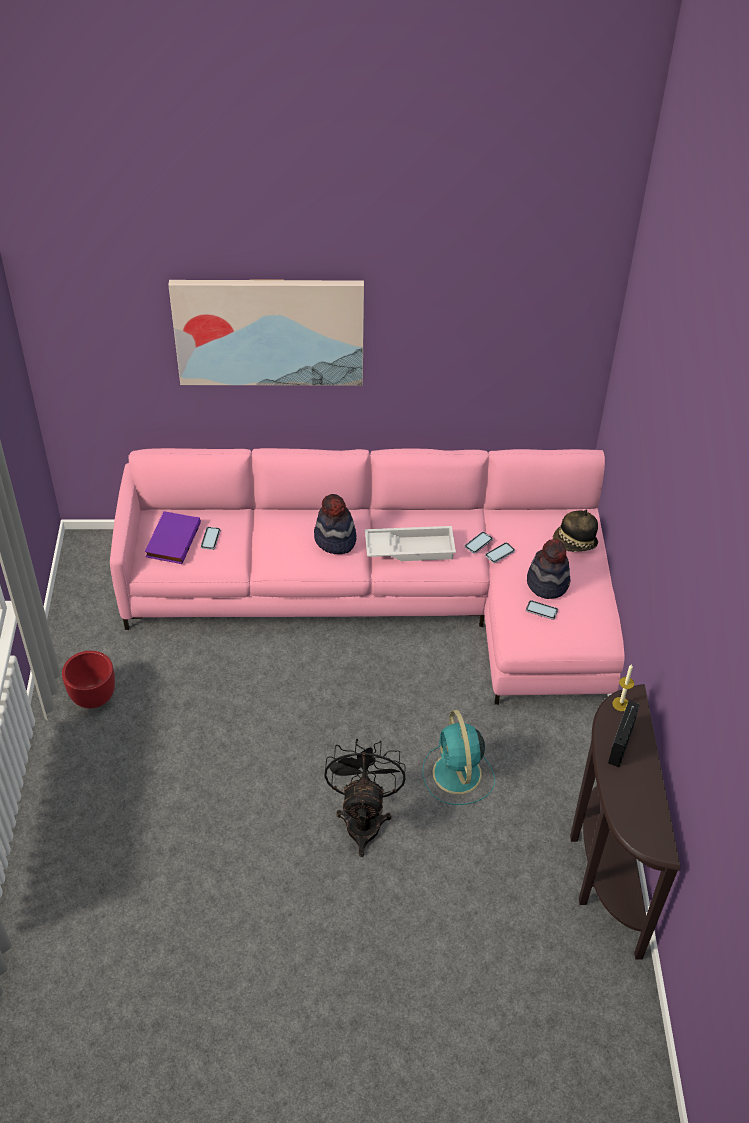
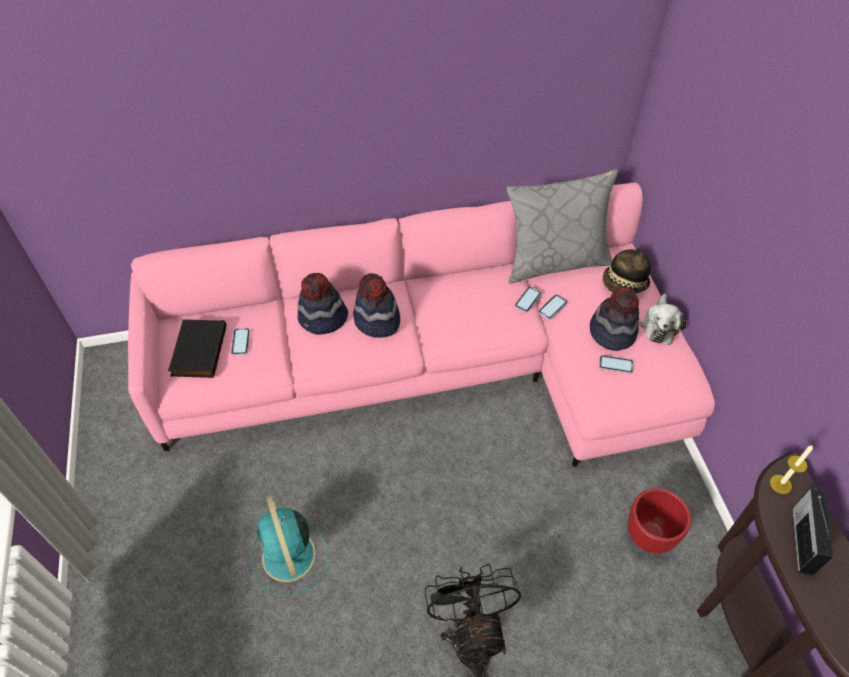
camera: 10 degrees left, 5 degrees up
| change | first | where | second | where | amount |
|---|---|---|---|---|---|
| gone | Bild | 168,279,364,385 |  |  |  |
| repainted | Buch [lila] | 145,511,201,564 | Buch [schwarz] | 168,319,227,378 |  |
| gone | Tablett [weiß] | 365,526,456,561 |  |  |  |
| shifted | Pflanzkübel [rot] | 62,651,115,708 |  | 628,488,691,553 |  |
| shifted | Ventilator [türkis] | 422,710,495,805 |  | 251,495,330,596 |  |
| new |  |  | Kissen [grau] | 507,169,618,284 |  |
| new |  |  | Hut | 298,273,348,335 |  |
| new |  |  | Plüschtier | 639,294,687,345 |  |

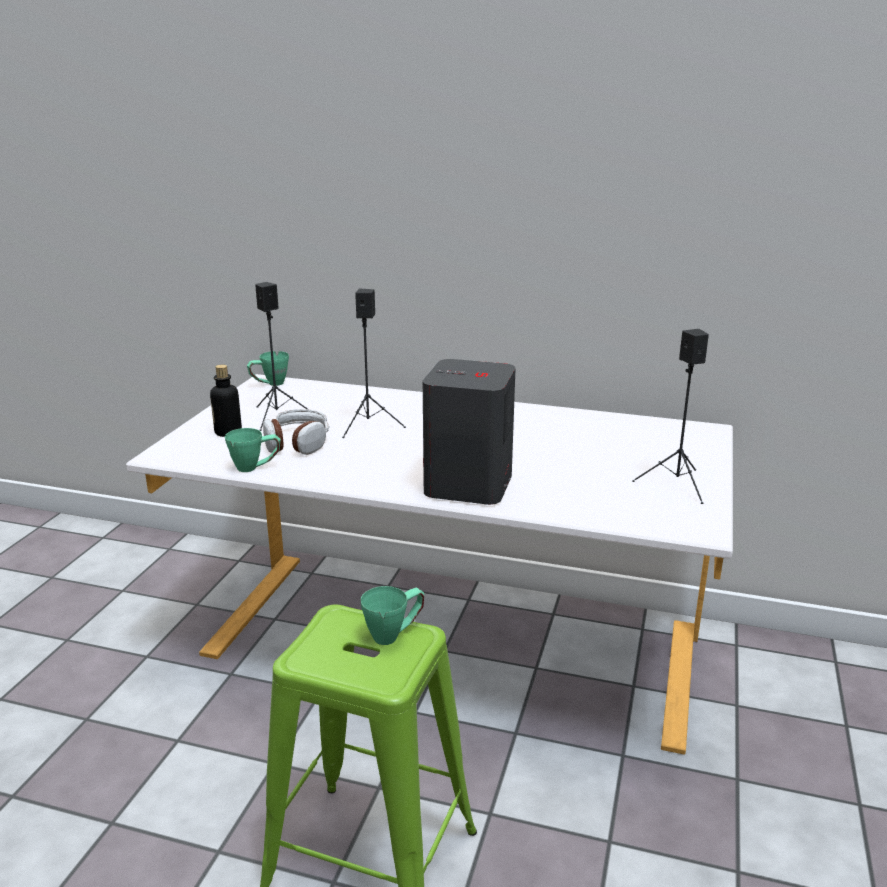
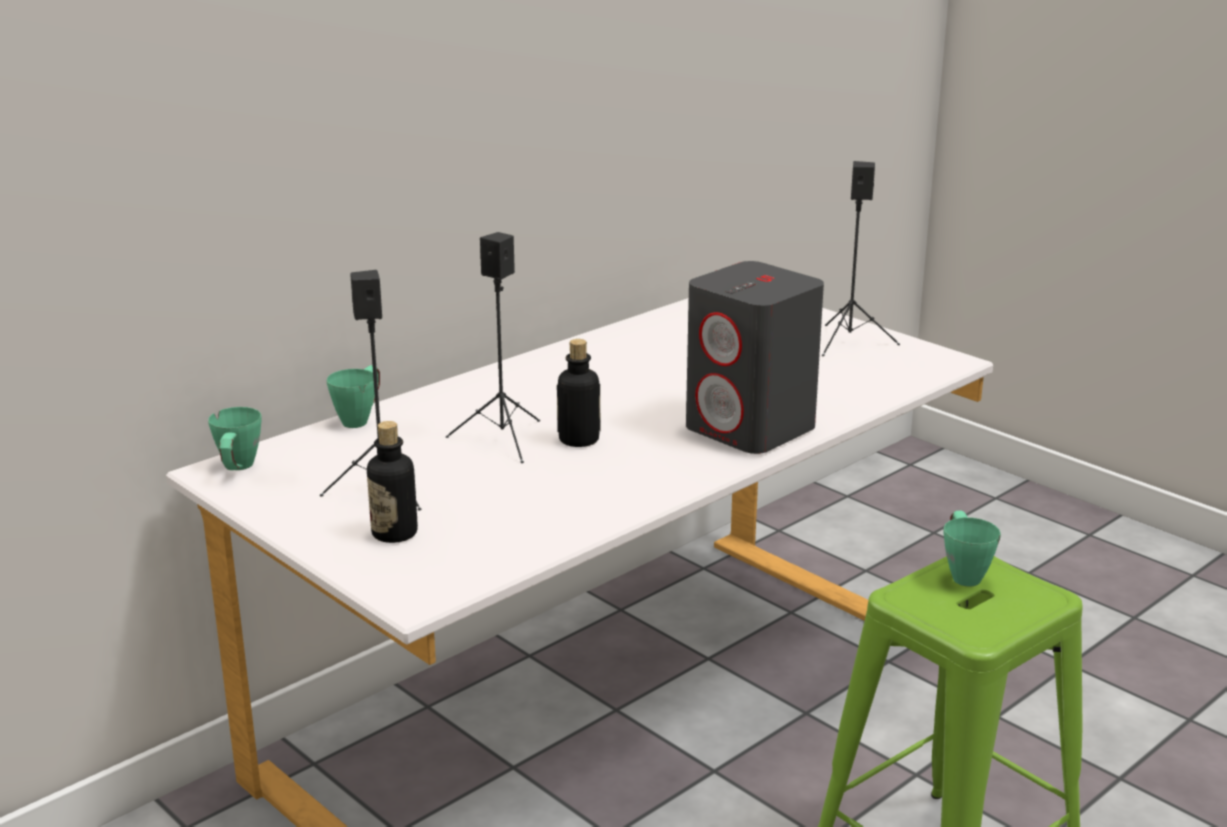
camera: 60 degrees left, 0 degrees up
| change | first | where | second | where | amount |
|---|---|---|---|---|---|
| gone | Kopfhörer | 263,409,330,455 |  |  |  |
| shifted | Henkelbecher [grün] | 225,428,281,472 |  | 327,365,380,428 |  |
| new |  |  | Flasche | 557,339,600,447 |  |

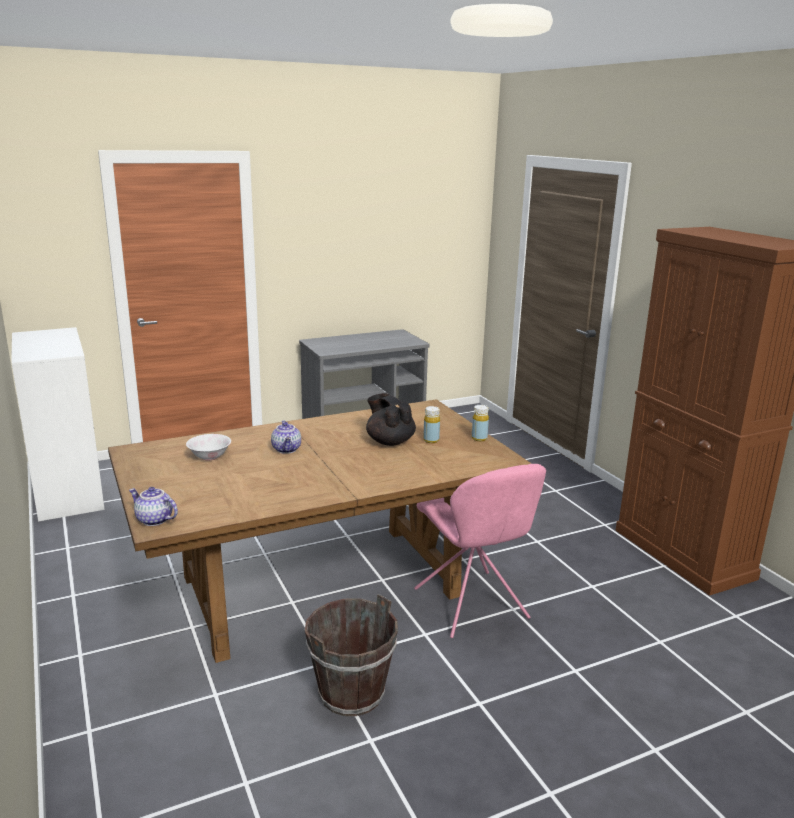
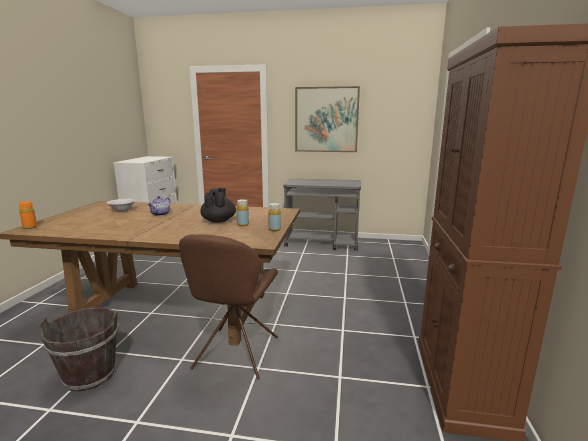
camera: 35 degrees right, 5 degrees down
| change | first | where | second | where | amount |
|---|---|---|---|---|---|
| repainted | Stuhl [rosa] | 414,464,546,638 | Stuhl [braun] | 179,234,278,379 |  |
| swapped | Teekanne | 129,487,178,526 | Flasche [orange] | 19,201,37,229 |  |
| new |  |  | Bild | 295,86,360,152 |  |

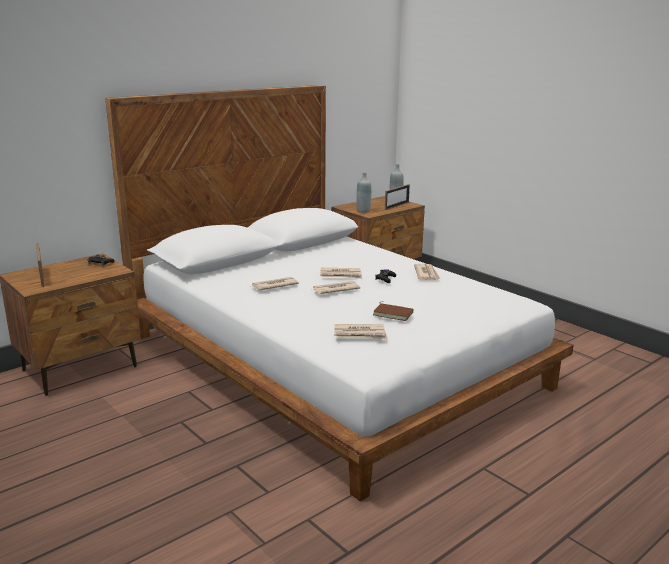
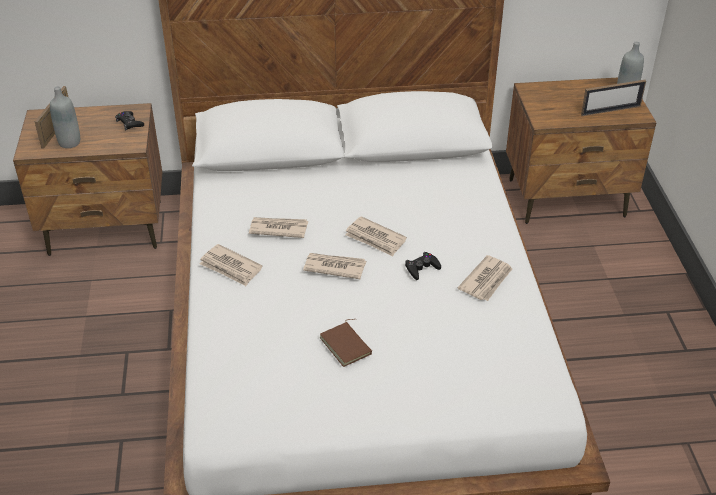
camera: 35 degrees right, 20 degrees up
| change | first | where | second | where | amount |
|---|---|---|---|---|---|
| shifted | Flasche [grau] | 356,172,371,213 |  | 50,87,80,148 |  |
| shifted | Zeitung | 334,324,387,339 |  | 200,244,262,286 |  |

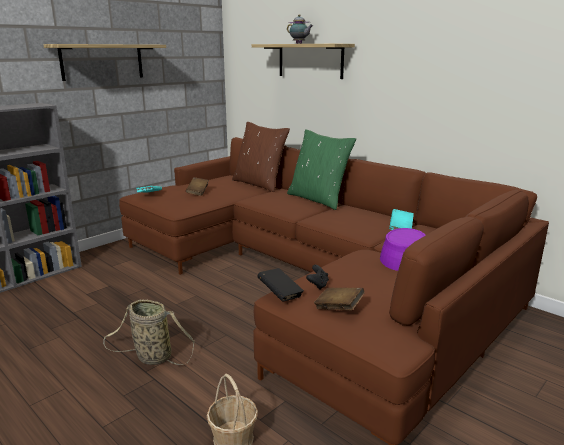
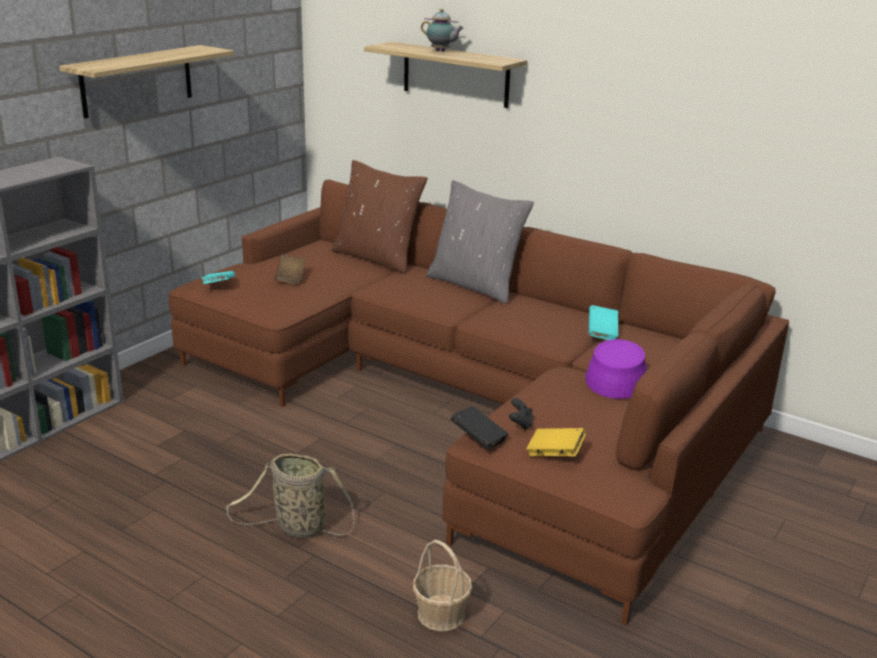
camera: 10 degrees left, 5 degrees up
| change | first | where | second | where | amount |
|---|---|---|---|---|---|
| repainted | Kissen [grün] | 287,129,356,210 | Kissen [grau] | 427,180,534,304 |  |
| repainted | Buch [braun] | 314,288,365,310 | Buch [gelb] | 527,428,586,456 |  |

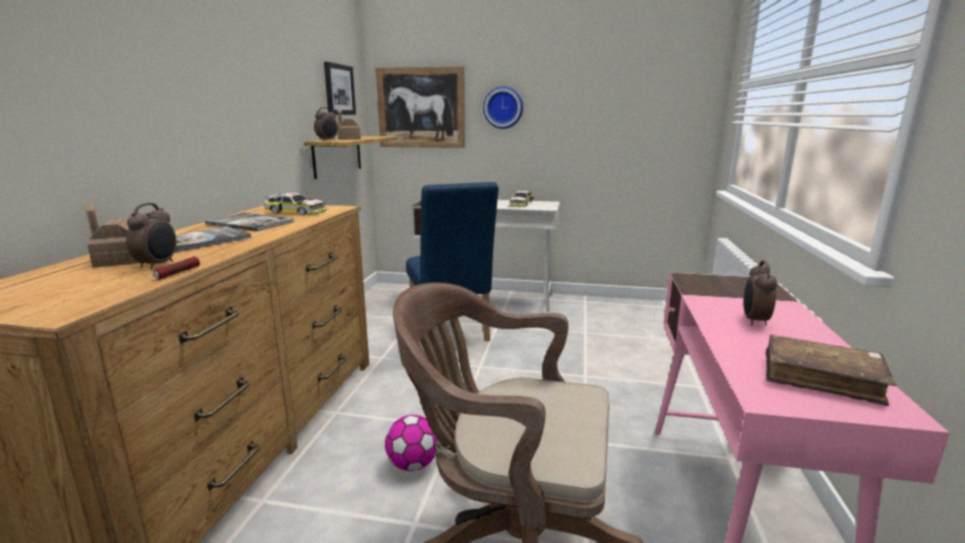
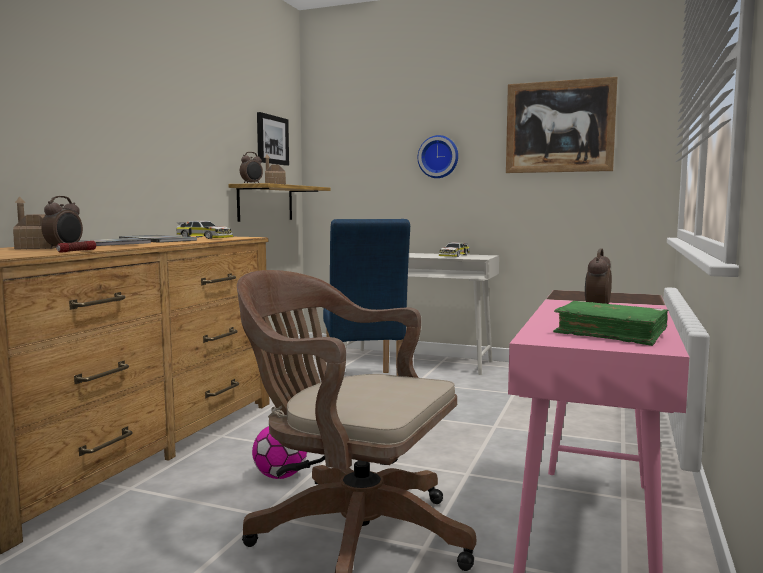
camera: 10 degrees right, 10 degrees down
| change | first | where | second | where | amount |
|---|---|---|---|---|---|
| shifted | Bild | 375,66,465,148 |  | 506,77,617,173 |  |
| repainted | Buch [braun] | 766,335,896,406 | Buch [grün] | 553,301,668,346 |  |

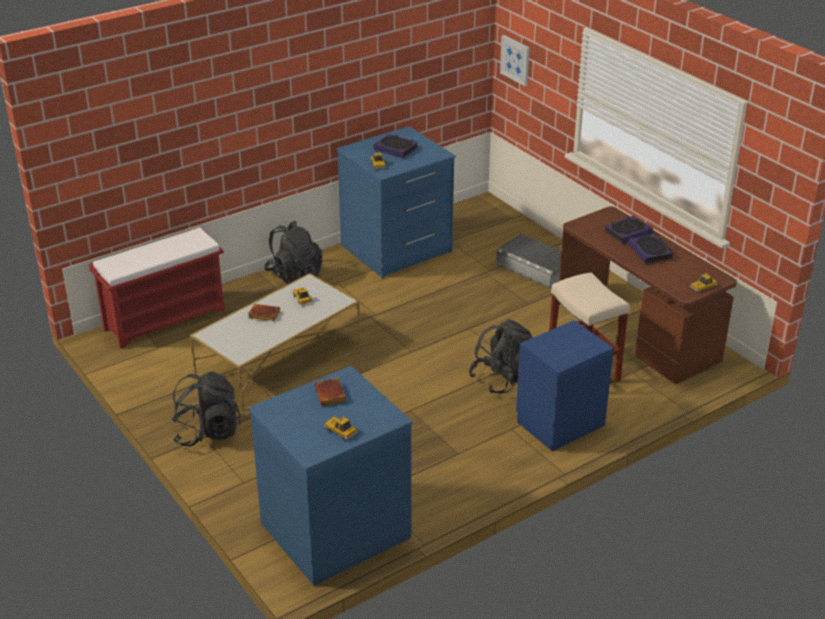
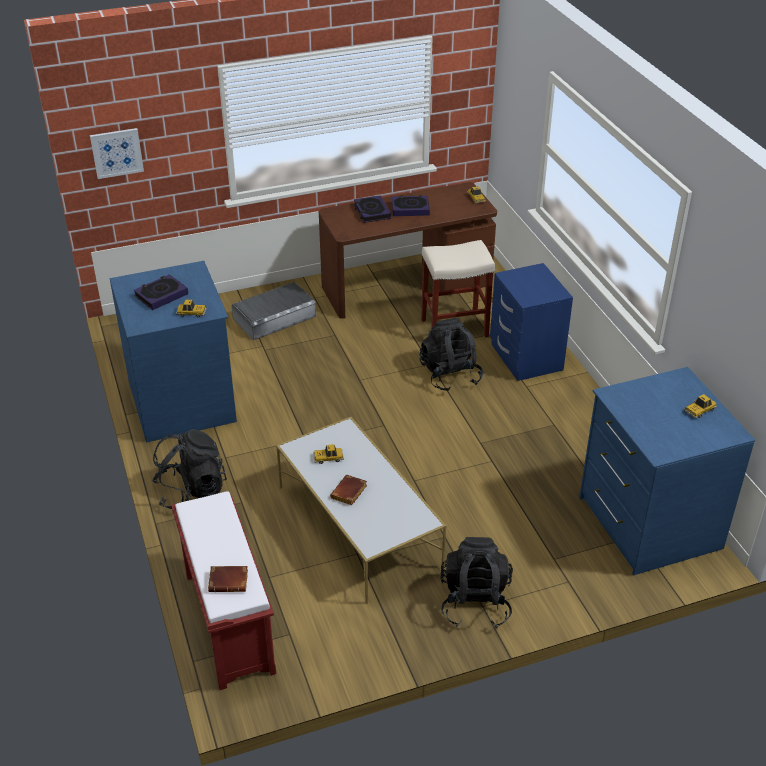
camera: 75 degrees left, 5 degrees up
| change | first | where | second | where | amount |
|---|---|---|---|---|---|
| shifted | Buch [braun] | 314,377,346,406 |  | 208,566,248,592 |  |

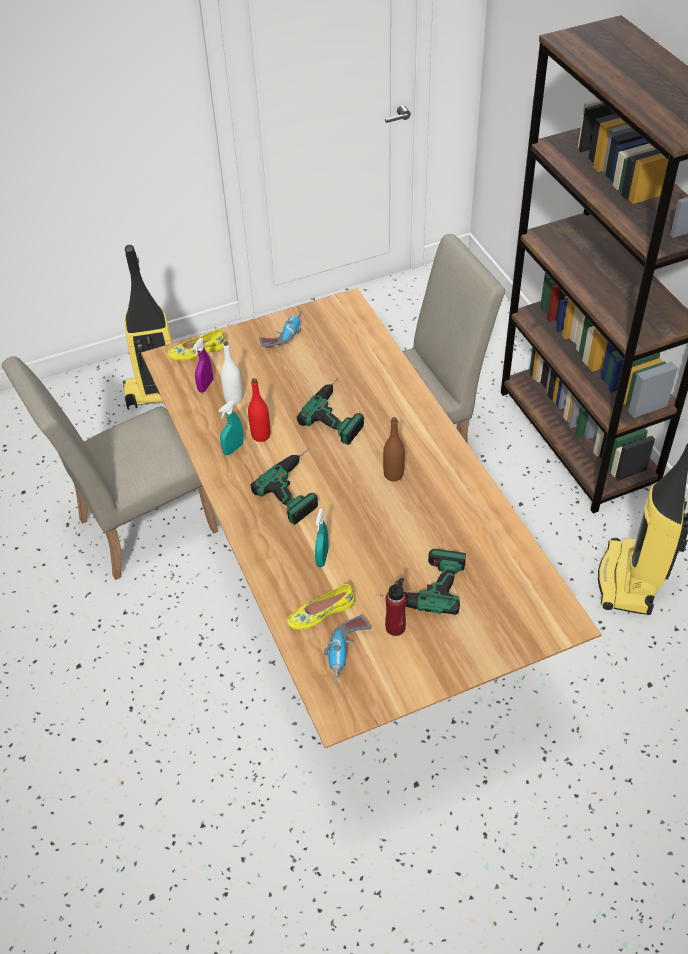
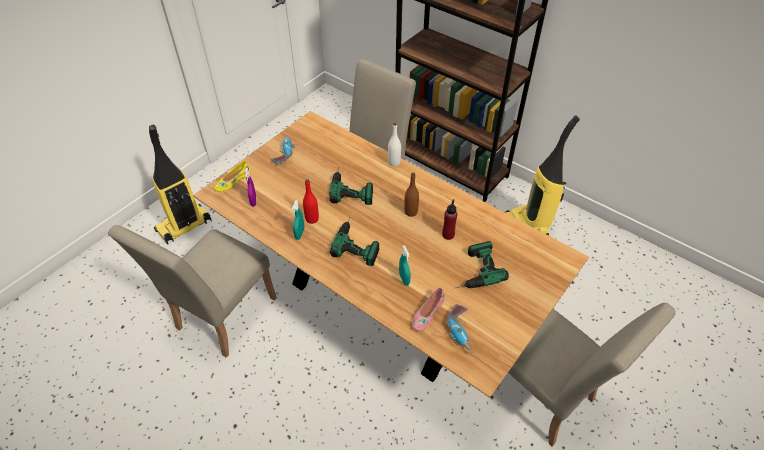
camera: 30 degrees left, 0 degrees up
| change | first | where | second | where | amount |
|---|---|---|---|---|---|
| shifted | Flasche [weiß] | 221,341,243,405 |  | 388,123,401,166 |  |
| shifted | Flasche [rot] | 385,578,406,636 |  | 442,199,457,240 |  |
| repainted | Schuh [gelb] | 287,584,355,630 | Schuh [rosa] | 412,288,445,331 |  |
| new |  |  | Stuhl [beige] | 508,303,675,446 |  |

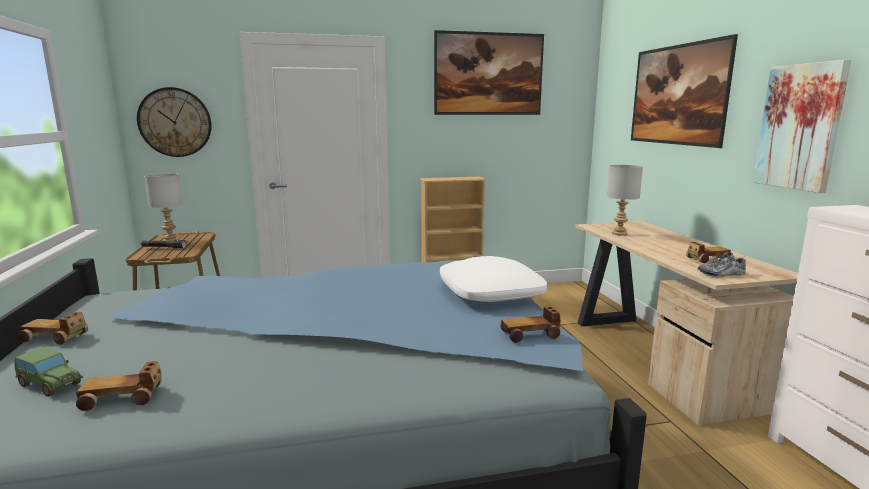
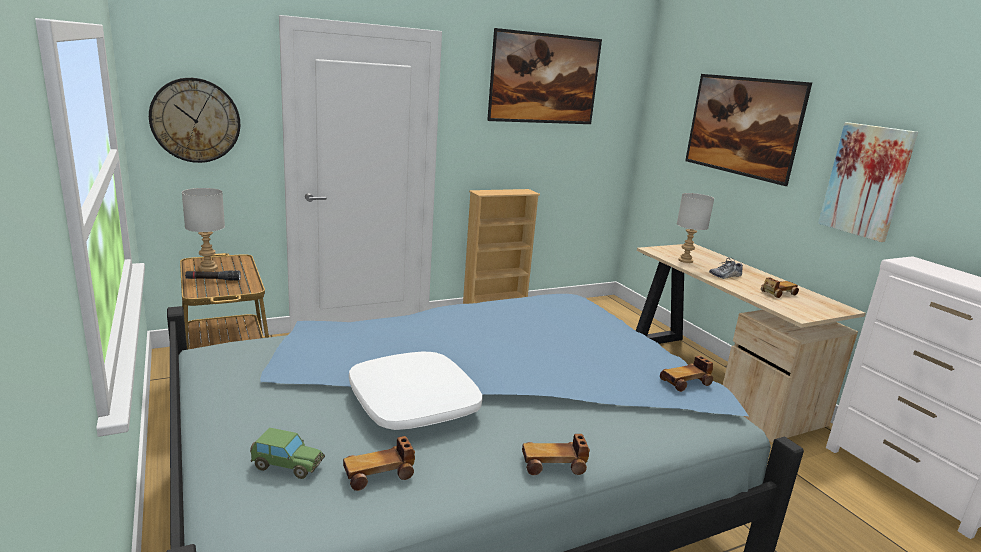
camera: 15 degrees left, 5 degrees up
| change | first | where | second | where | amount |
|---|---|---|---|---|---|
| shifted | Schuh | 698,250,746,278 |  | 709,257,743,279 |  |
| shifted | Kissen [weiß] | 440,256,547,302 |  | 349,351,483,430 |  |
| shifted | Spielzeugauto | 18,312,88,345 |  | 522,434,590,475 |  |

